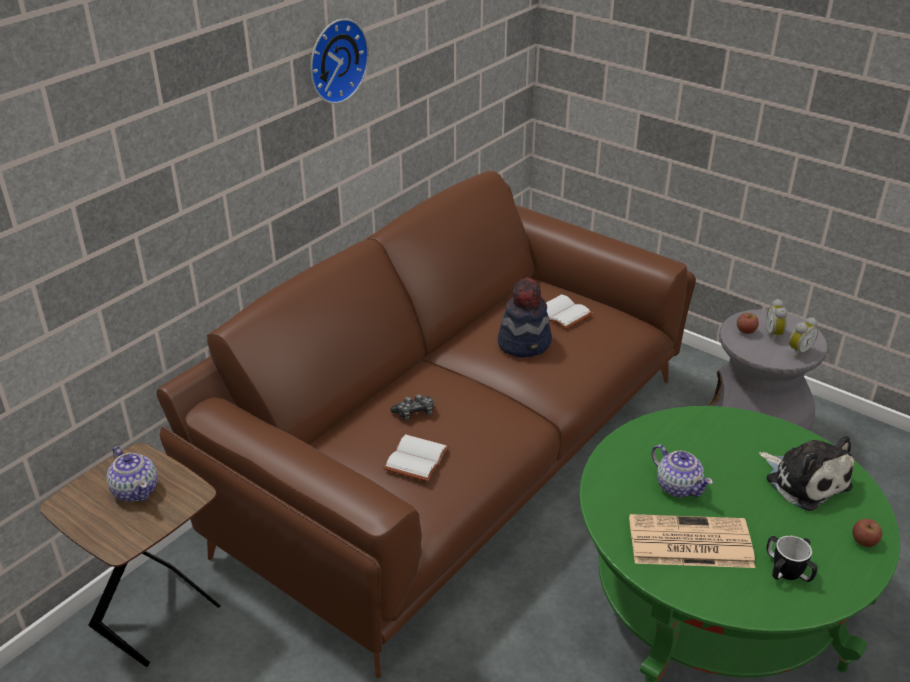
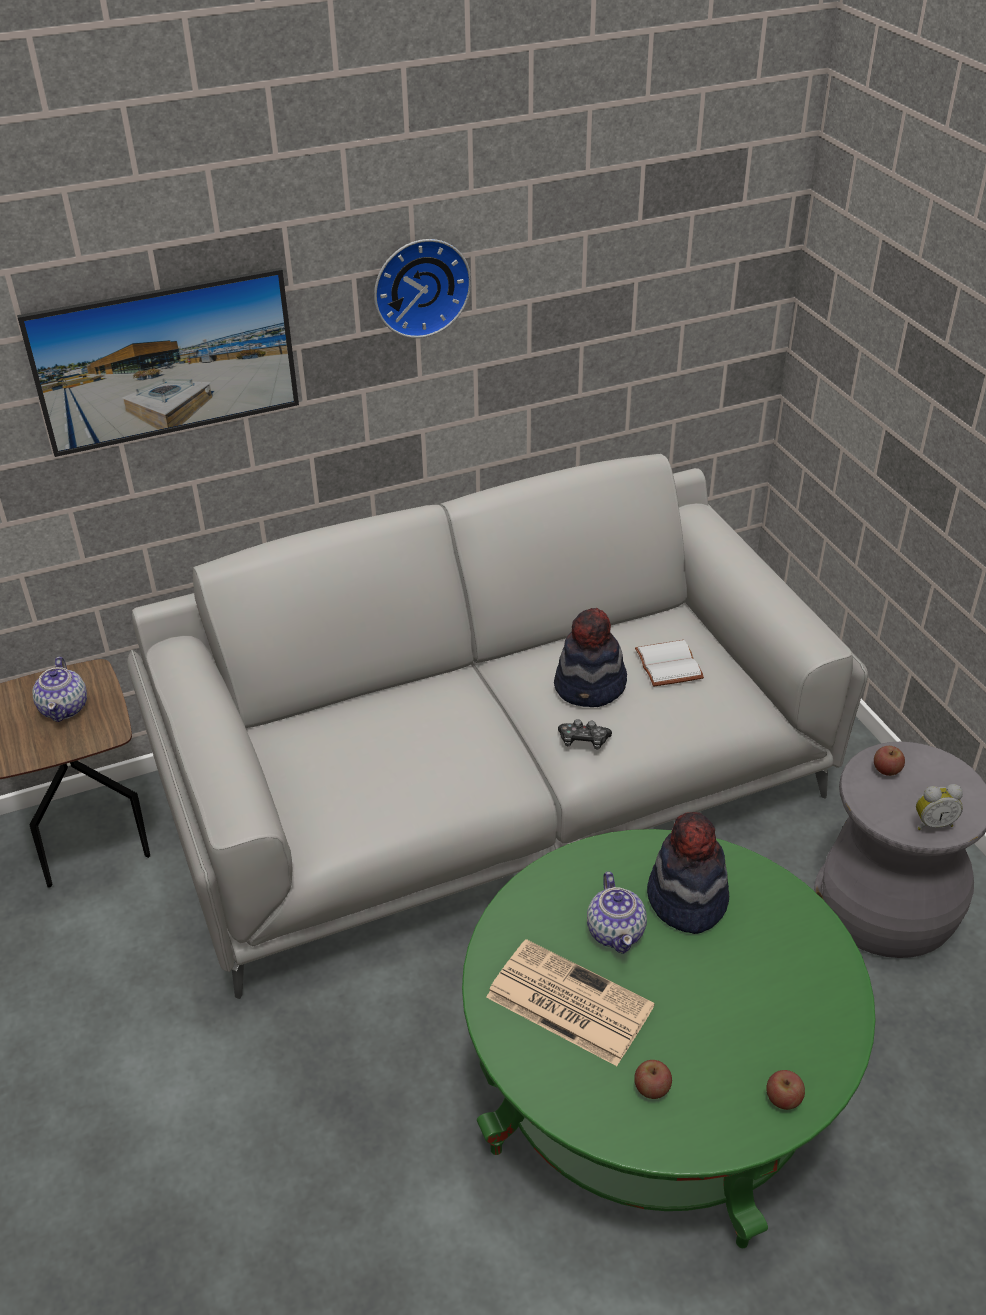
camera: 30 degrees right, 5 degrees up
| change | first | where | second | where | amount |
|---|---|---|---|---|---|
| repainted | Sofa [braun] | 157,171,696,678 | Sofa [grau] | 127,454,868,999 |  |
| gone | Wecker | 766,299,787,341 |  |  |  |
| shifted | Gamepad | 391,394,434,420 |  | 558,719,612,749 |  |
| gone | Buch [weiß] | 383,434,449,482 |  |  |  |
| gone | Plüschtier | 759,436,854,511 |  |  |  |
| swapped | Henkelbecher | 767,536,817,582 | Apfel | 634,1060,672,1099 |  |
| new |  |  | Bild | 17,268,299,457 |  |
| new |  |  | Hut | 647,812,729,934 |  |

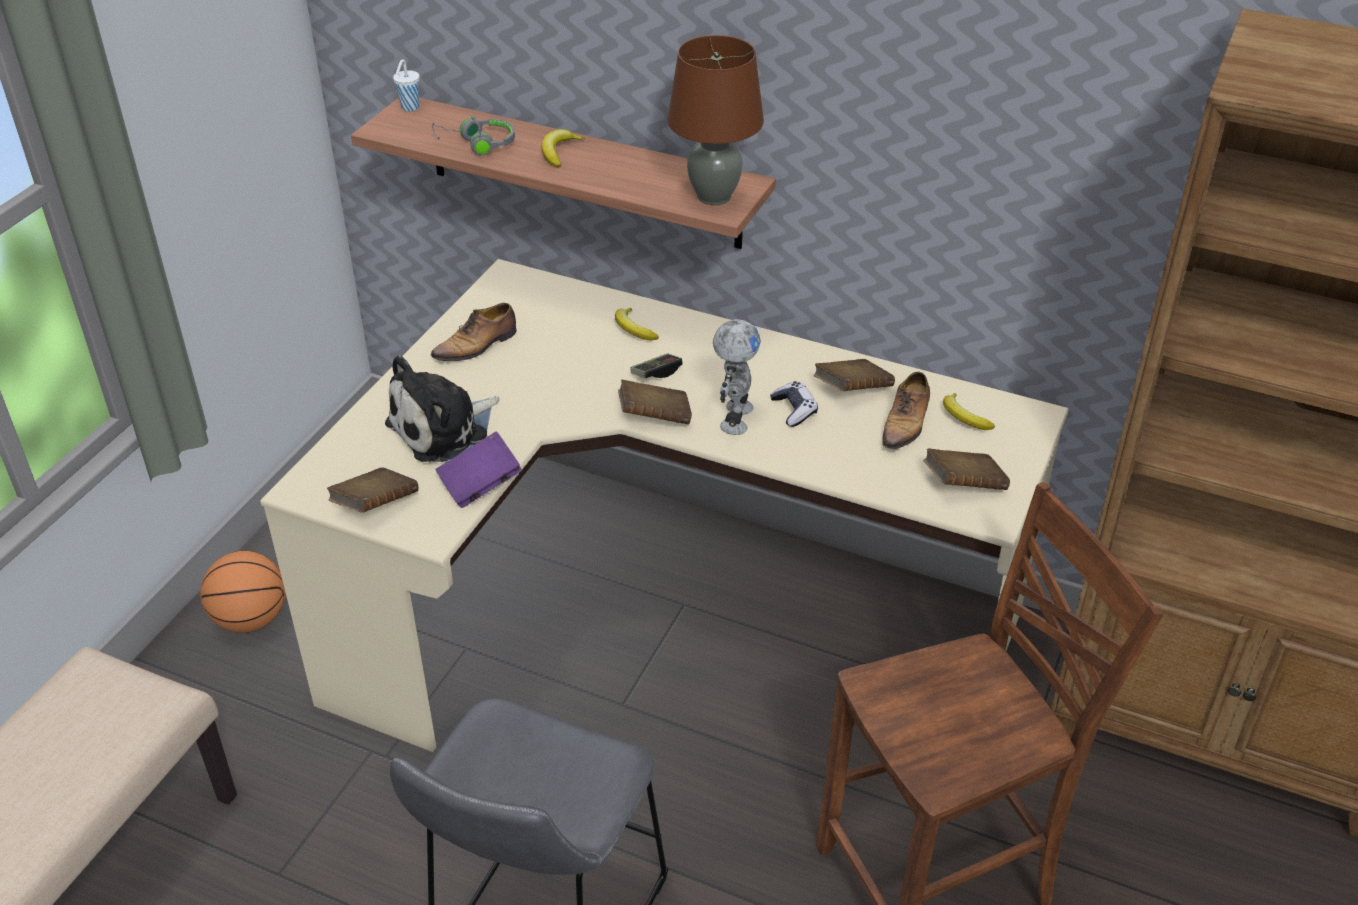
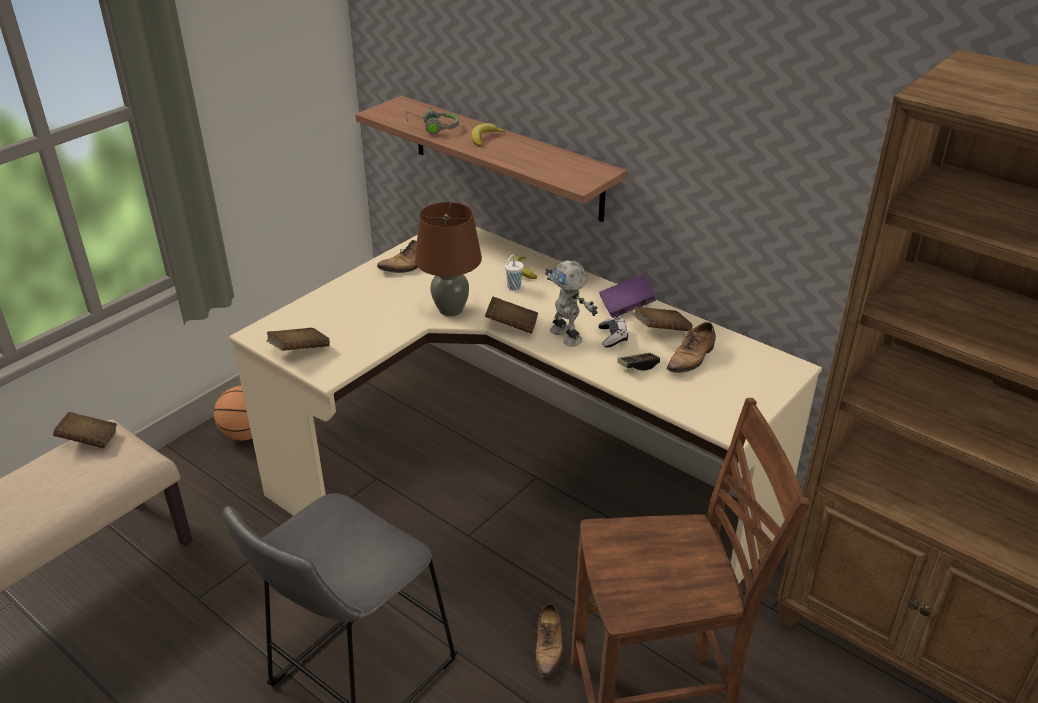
camera: 15 degrees right, 5 degrees down
| change | first | where | second | where | amount |
|---|---|---|---|---|---|
| shifted | Tischlampe [braun] | 667,35,764,205 |  | 415,202,482,316 |  |
| shifted | Tasse [weiß] | 393,59,420,112 |  | 504,254,524,290 |  |
| rotated | Spielzeugroboter | 713,319,761,435 |  | 545,260,598,347 | 120 degrees clockwise |
| shifted | Gamepad | 631,354,683,378 |  | 617,353,660,371 |  |
| gone | Plüschtier | 385,355,499,462 |  |  |  |
| gone | Banane | 943,393,995,430 |  |  |  |
| shifted | Buch [lila] | 435,432,522,508 |  | 599,274,656,318 |  |
| shifted | Buch [braun] | 924,448,1010,490 |  | 53,412,117,448 |  |
| new |  |  | Schuh | 536,603,563,677 |  |

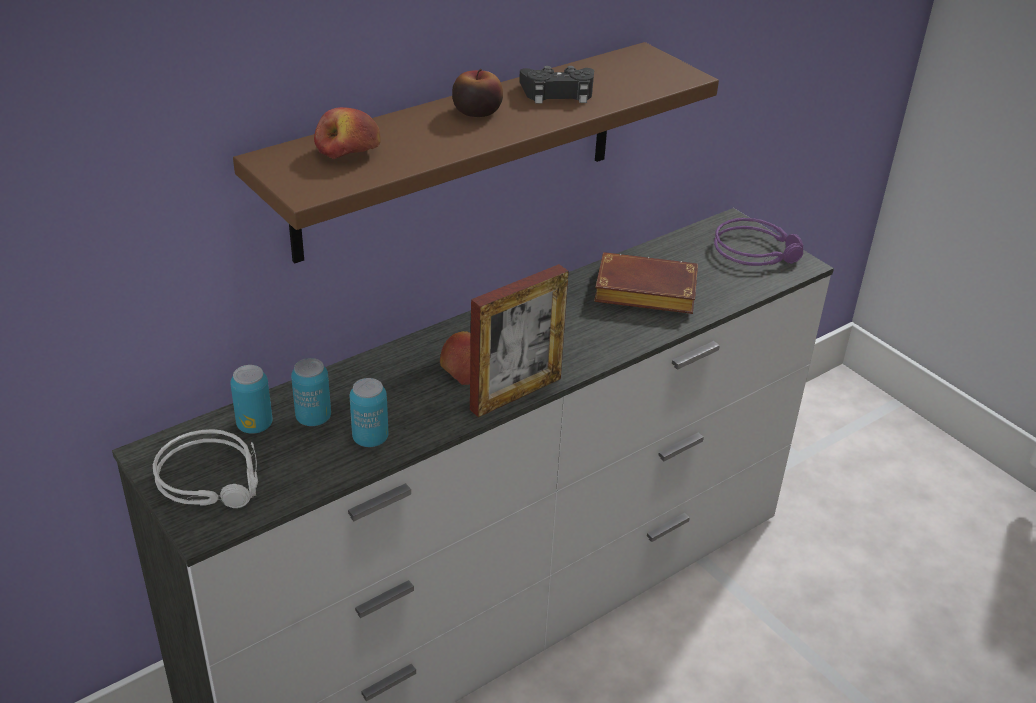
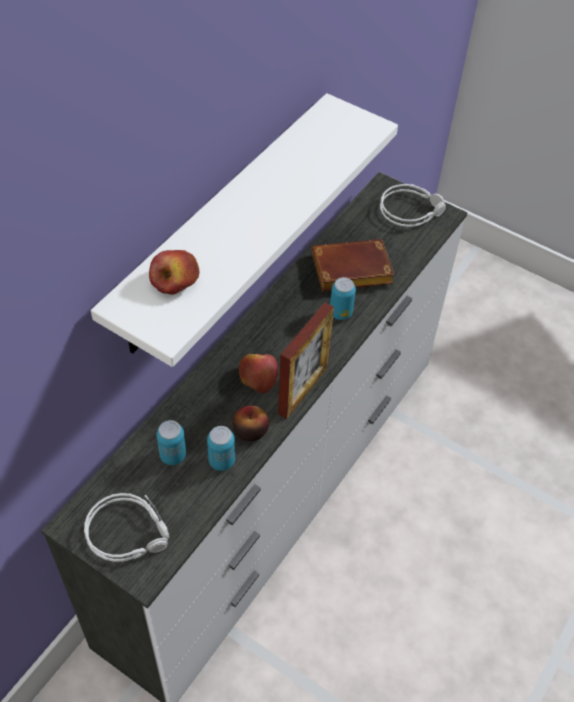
camera: 20 degrees left, 15 degrees up
| change | first | where | second | where | amount |
|---|---|---|---|---|---|
| repainted | Wandregal [braun] | 233,42,719,264 | Wandregal [weiß] | 91,93,398,367 |  |
| gone | Gamepad [schwarz] | 519,66,594,103 |  |  |  |
| shifted | Apfel | 452,69,503,117 |  | 233,405,269,441 |  |
| repainted | Kopfhörer [lila] | 714,218,803,266 | Kopfhörer [grau] | 380,184,446,227 |  |
| shifted | Dose | 230,365,272,434 |  | 330,277,356,320 |  |

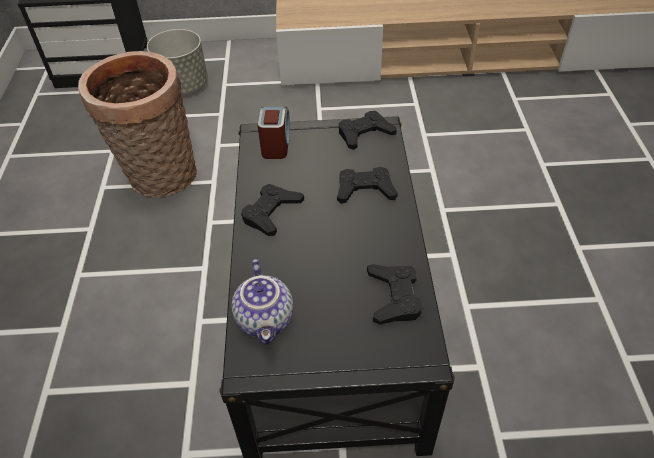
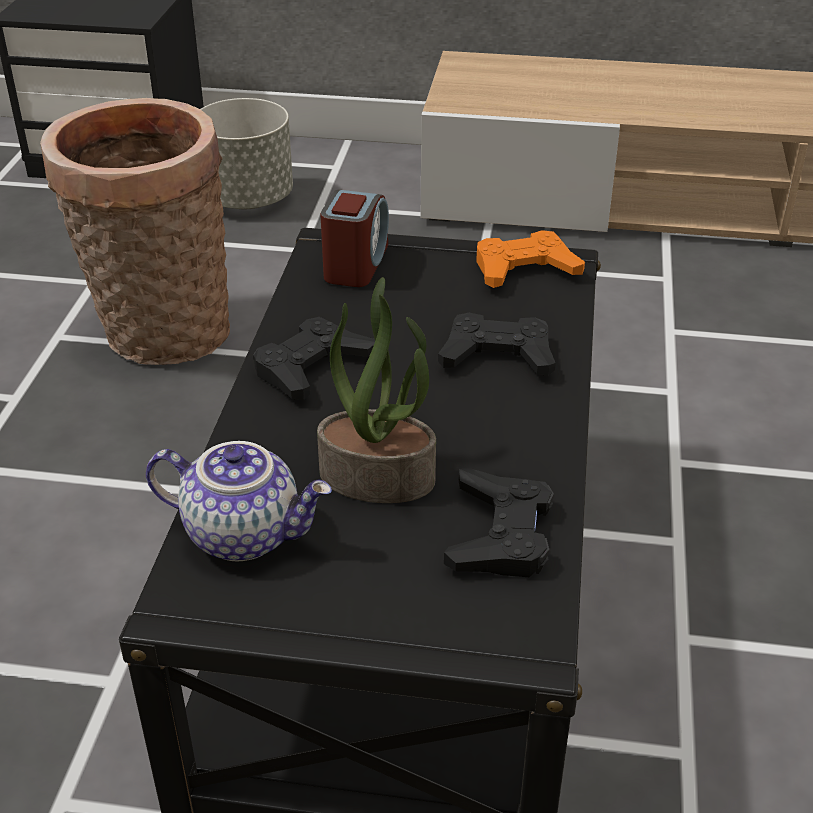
camera: 10 degrees right, 10 degrees down
| change | first | where | second | where | amount |
|---|---|---|---|---|---|
| repainted | Gamepad [schwarz] | 339,111,397,150 | Gamepad [orange] | 476,230,585,288 |  |
| rotated | Teekanne | 232,259,294,345 |  | 146,441,332,562 | 75 degrees counterclockwise |
| new |  |  | Topfpflanze | 317,277,436,503 |  |

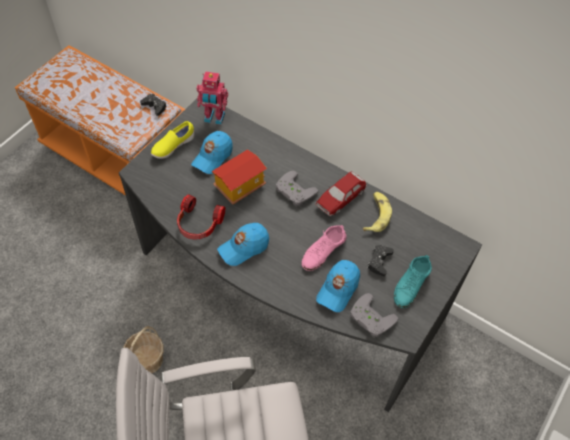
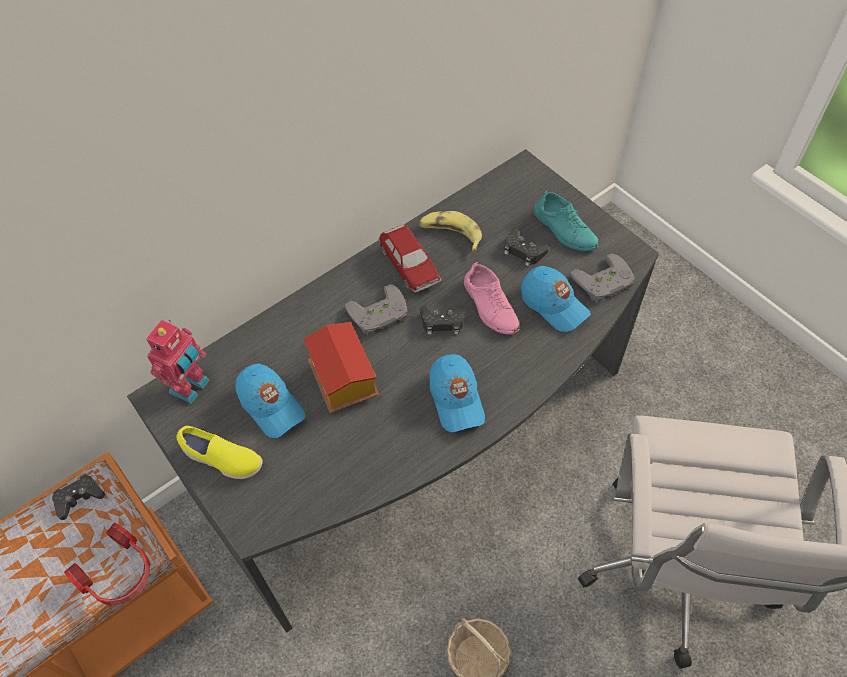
camera: 70 degrees left, 0 degrees up
| change | first | where | second | where | amount |
|---|---|---|---|---|---|
| rotated | Schuh [gelb] | 151,121,194,159 |  | 176,426,263,479 | 45 degrees counterclockwise |
| shifted | Kopfhörer | 177,194,225,240 |  | 64,523,151,606 |  |
| new |  |  | Gamepad [schwarz] | 420,305,465,334 |  |

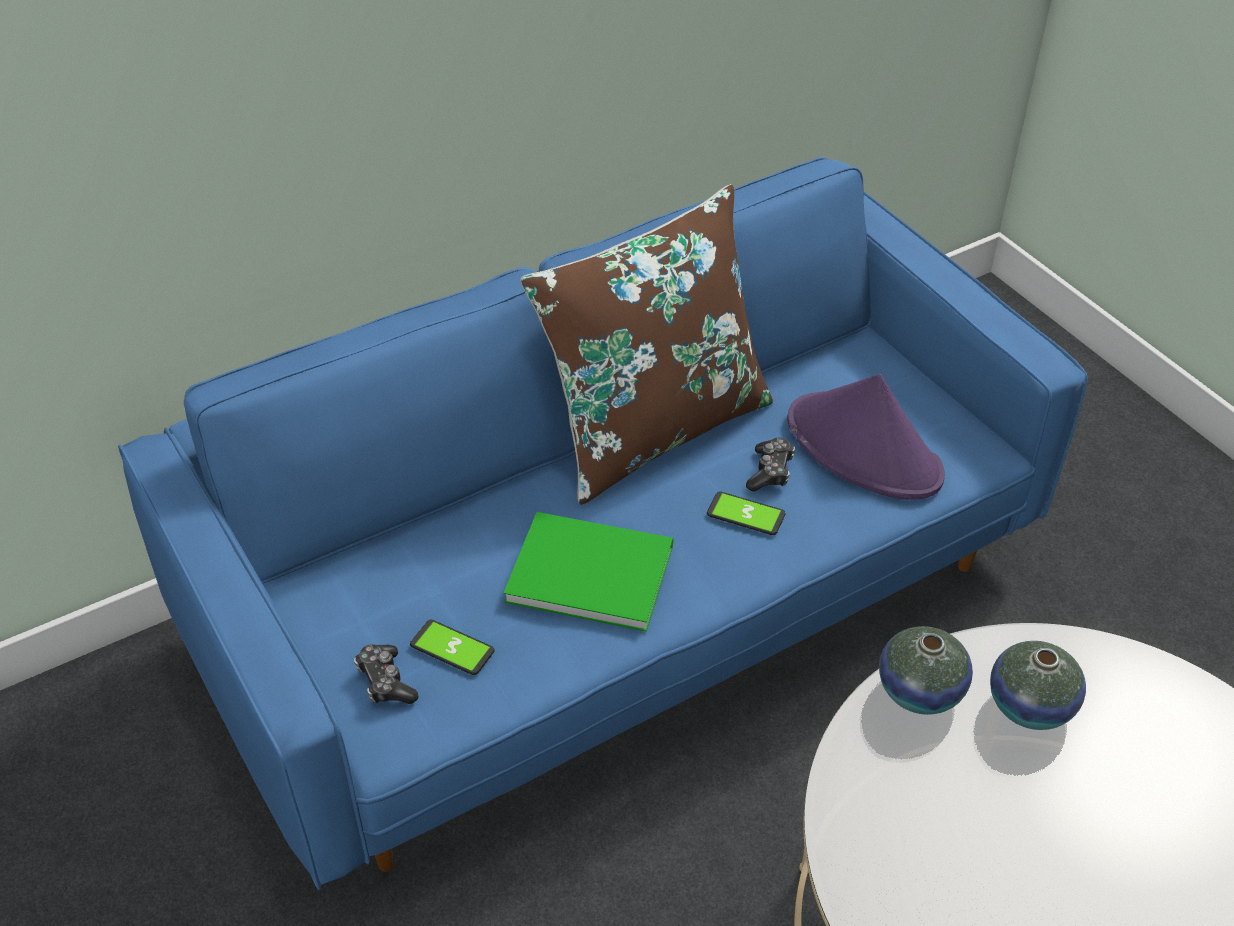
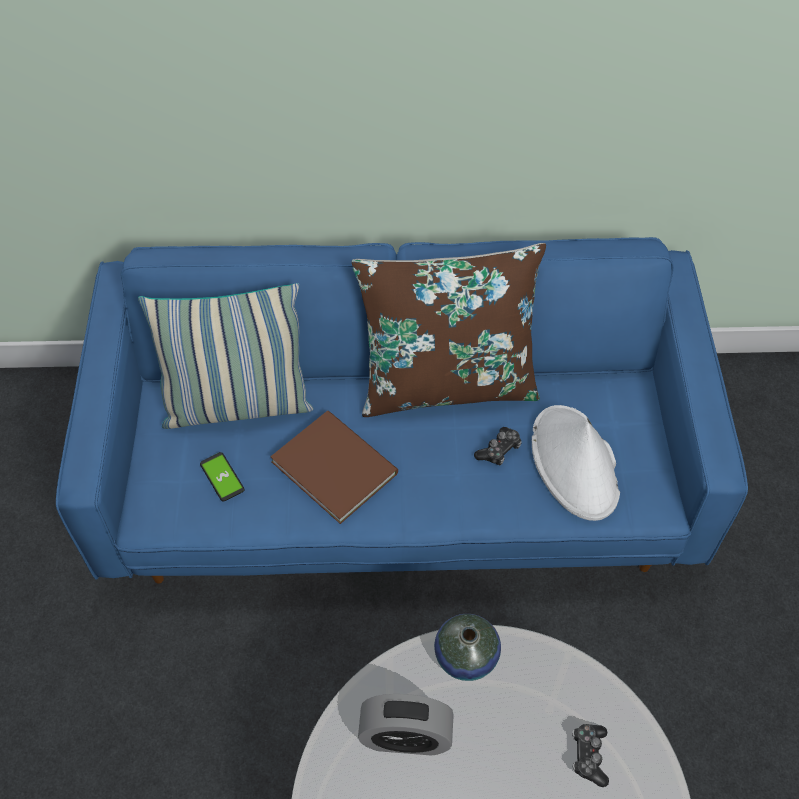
camera: 30 degrees right, 10 degrees up
| change | first | where | second | where | amount |
|---|---|---|---|---|---|
| repainted | Hut [lila] | 787,373,945,500 | Hut [weiß] | 532,405,620,521 |  |
| gone | Handy | 707,492,786,535 |  |  |  |
| repainted | Buch [grün] | 504,512,673,632 | Buch [braun] | 270,411,398,524 |  |
| gone | Vase | 990,641,1086,730 |  |  |  |
| shifted | Gamepad | 354,644,419,704 |  | 572,724,609,787 |  |
| new |  |  | Kissen | 138,283,314,429 |  |
| new |  |  | Wecker | 358,694,454,755 |  |

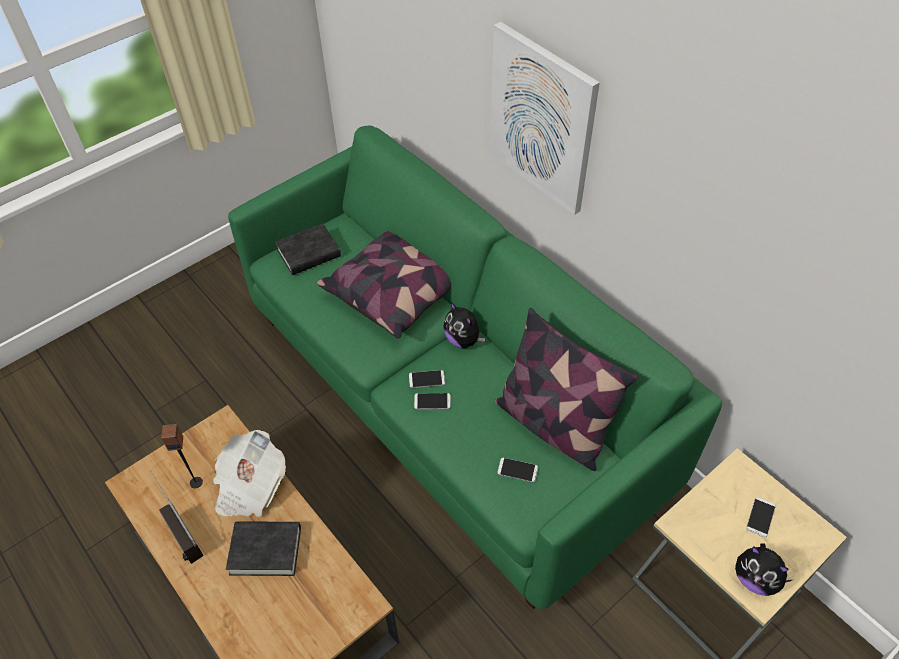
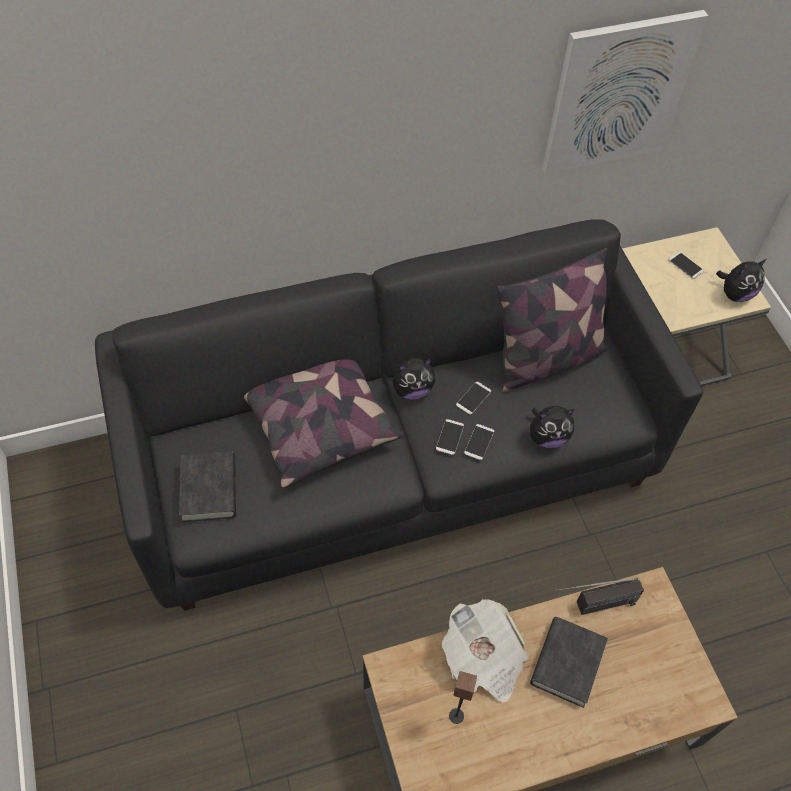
camera: 70 degrees left, 5 degrees up
| change | first | where | second | where | amount |
|---|---|---|---|---|---|
| shifted | Bild | 490,22,600,215 |  | 542,10,708,174 |  |
| repainted | Sofa [grün] | 228,126,722,610 | Sofa [schwarz] | 95,219,703,611 |  |
| shifted | Handy | 497,458,538,482 |  | 456,382,491,415 |  |
| shifted | Radio | 150,470,204,564 |  | 555,577,644,615 |  |
| new |  |  | Plüschtier | 530,406,574,448 |  |

